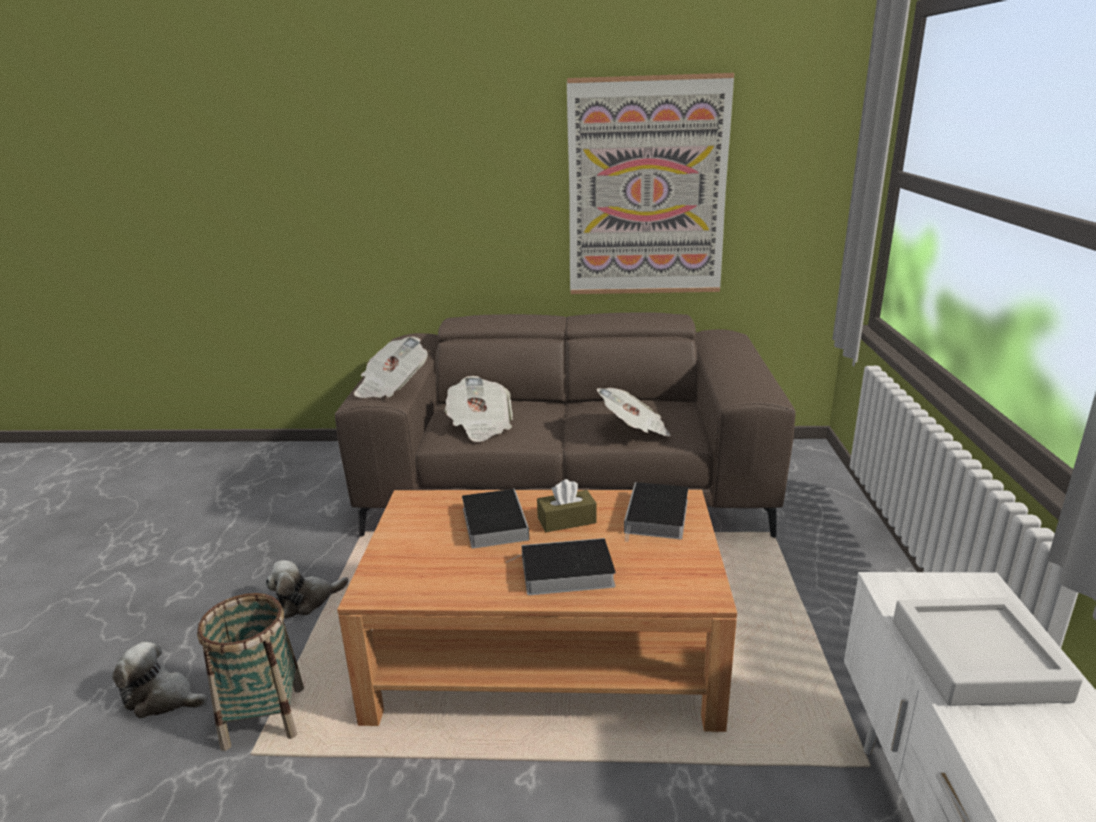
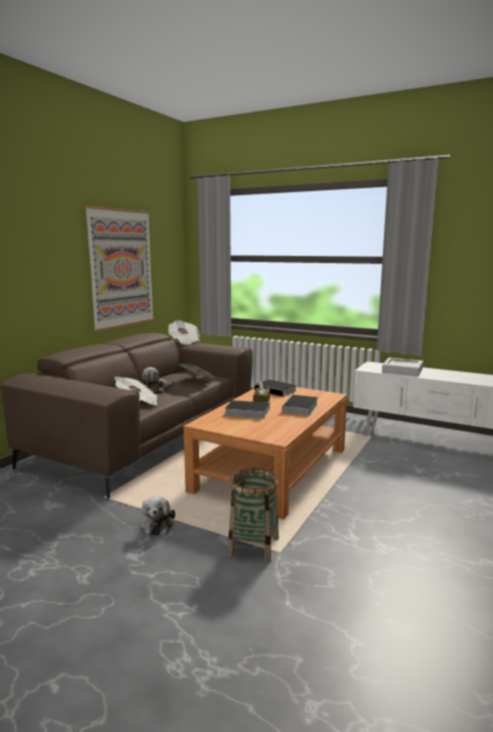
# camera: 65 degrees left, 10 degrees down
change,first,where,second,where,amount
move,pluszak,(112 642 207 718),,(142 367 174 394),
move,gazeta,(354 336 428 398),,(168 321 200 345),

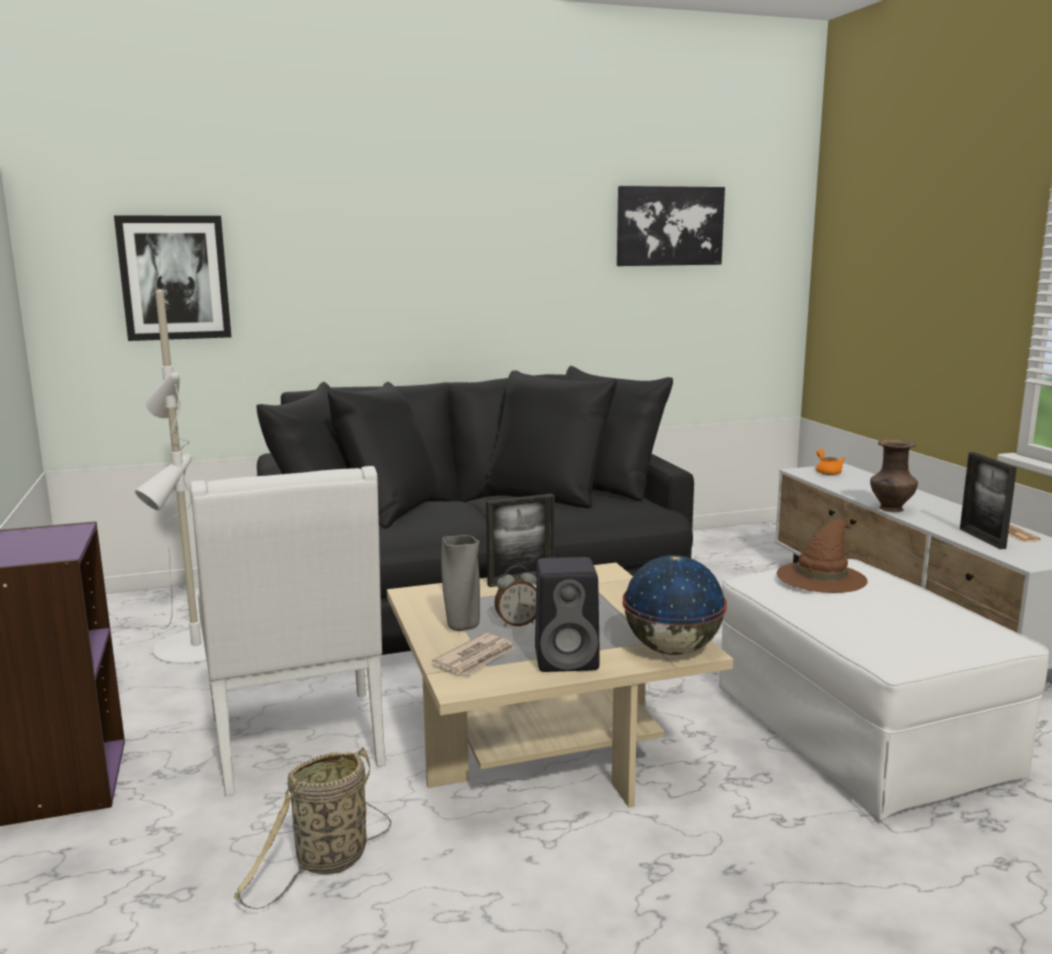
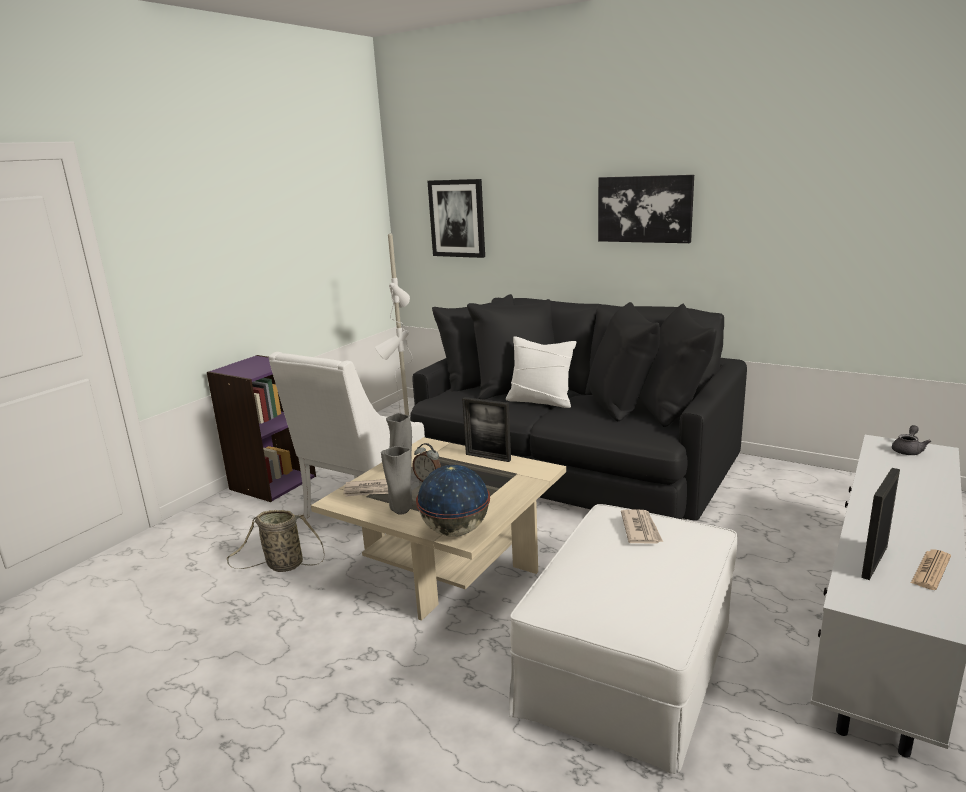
# camera: 50 degrees right, 5 degrees up
change,first,where,second,where,amount
delete,wazon (brązowy),(870 440 918 512),,,
insert,,,poduszka (biały),(506 336 577 408),
move,obraz,(617 186 725 266),,(598 175 694 243),
replace,głośnik (czarny),(535 557 600 672),wazon (szary),(381 446 413 515),
replace,kapelusz (brązowy),(777 519 868 593),gazeta,(621 510 663 544),
recolor,imbryk (pomarańczowy),(816 449 845 475),imbryk (szary),(892 425 931 455),

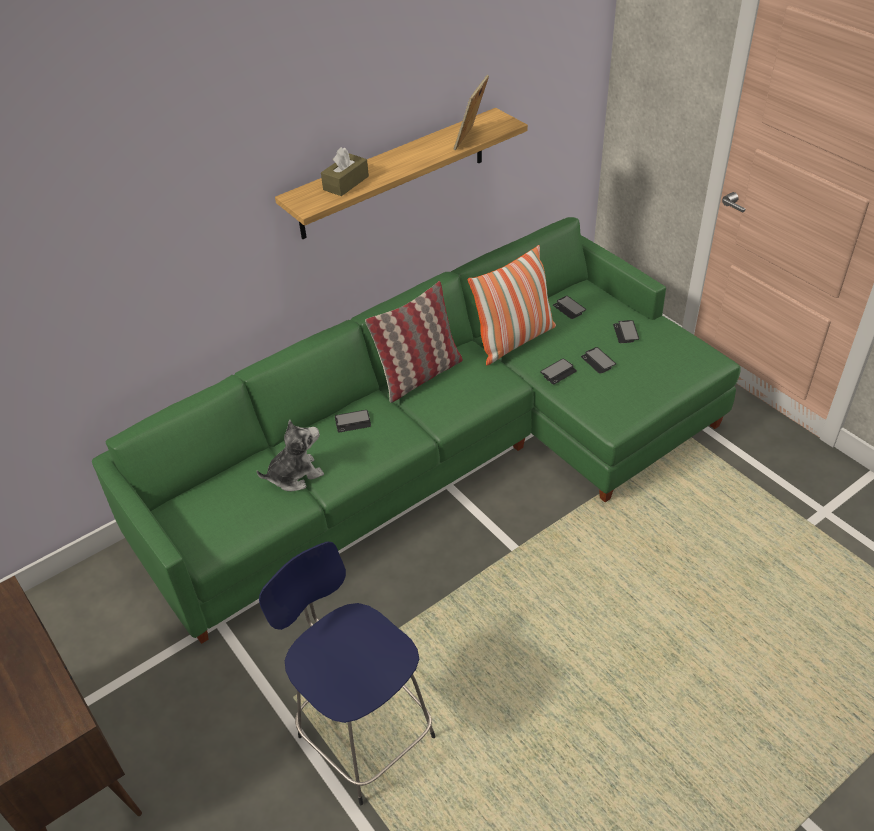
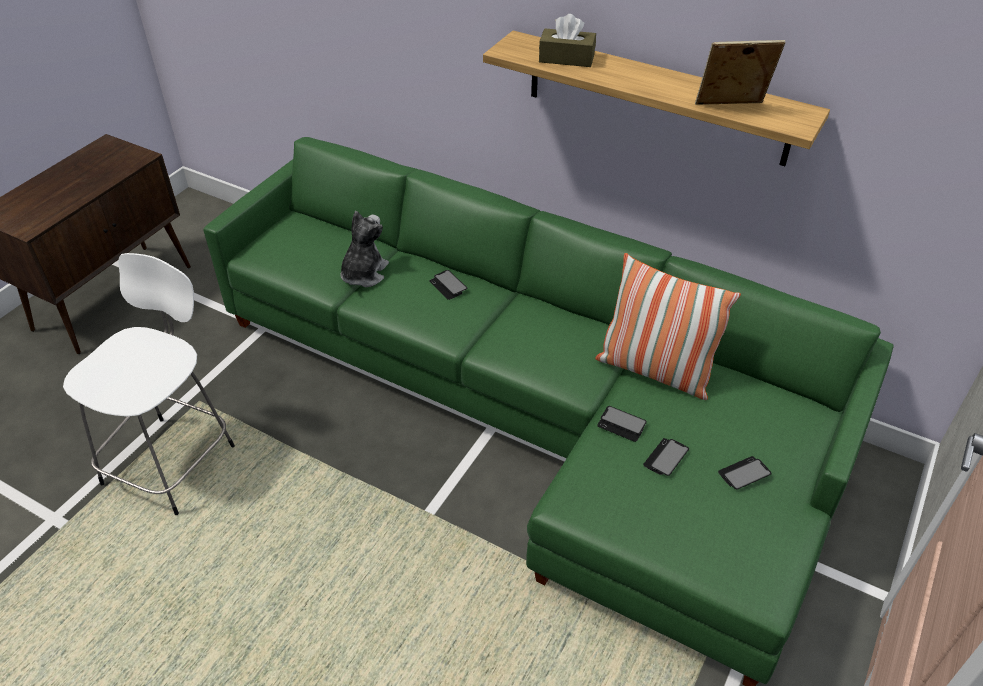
# camera: 65 degrees right, 0 degrees up
change,first,where,second,where,amount
delete,poduszka,(365 281 463 403),,,
delete,telefon,(553 296 586 319),,,
recolor,stołek (niebieski),(259 541 436 805),stołek (biały),(63 253 235 515),
rotate,pluszak,(257 420 324 491),,(340 211 389 287),105 degrees counterclockwise

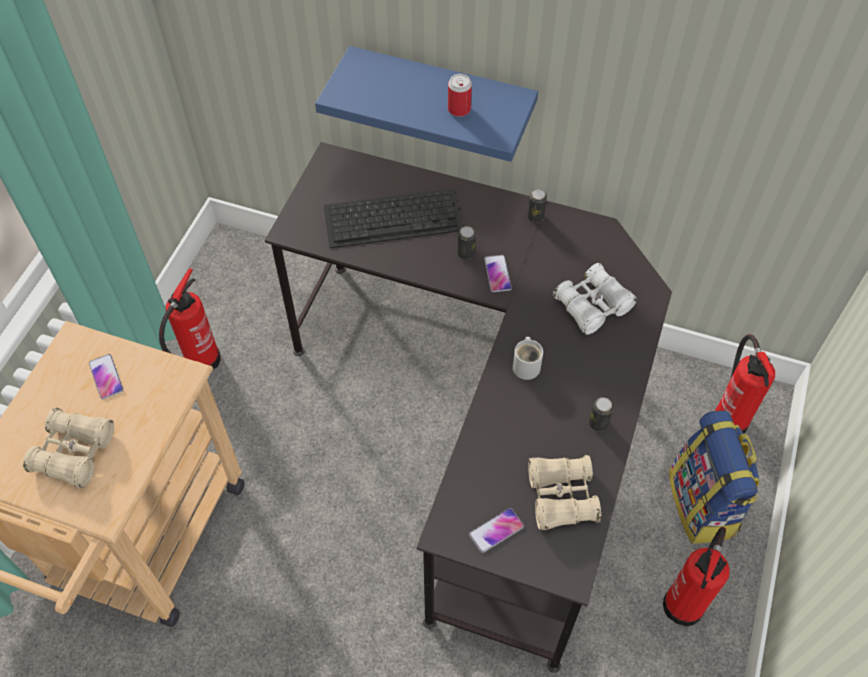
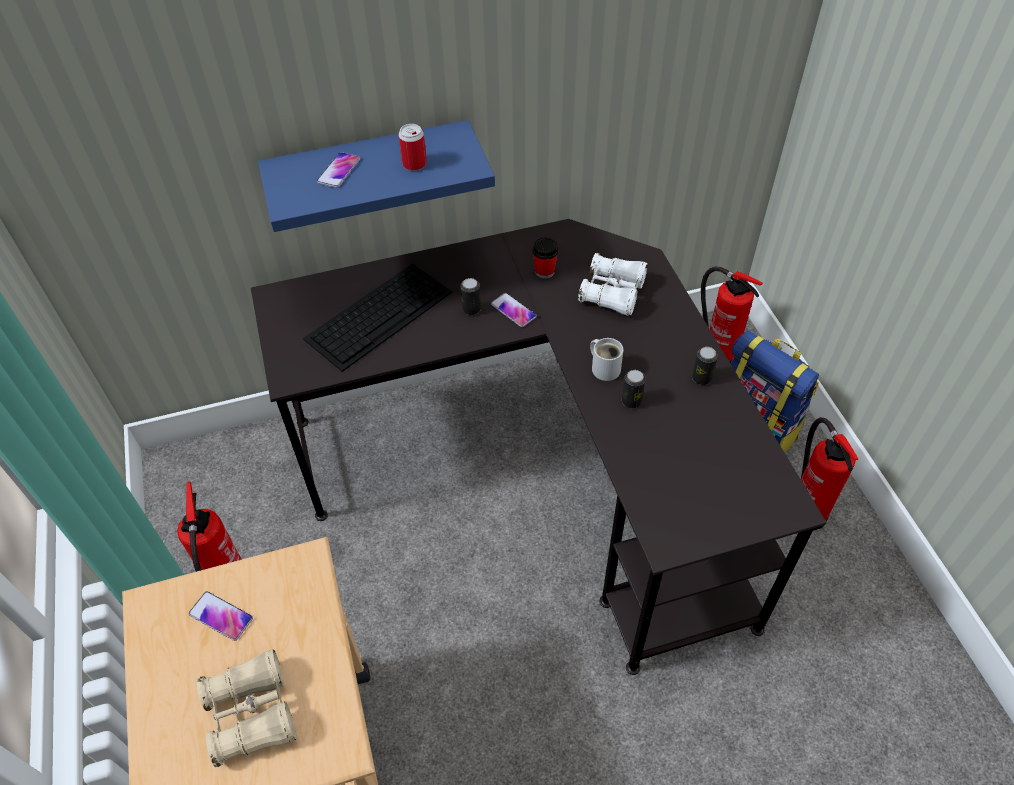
# camera: 35 degrees left, 5 degrees down
change,first,where,second,where,amount
delete,lornetka (beżowy),(528 455 601 530),,,
insert,,,filiżanka,(532 237 558 279),
move,telefon,(469 508 524 553),,(317 152 360 188),
move,puszka,(527 189 547 223),,(622 370 646 408),

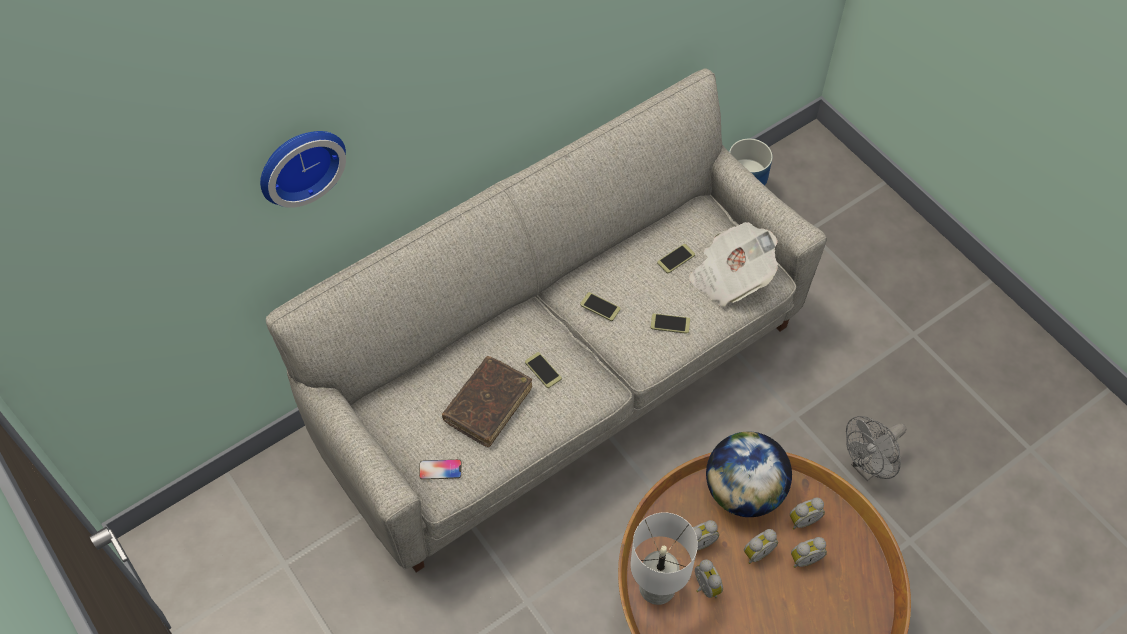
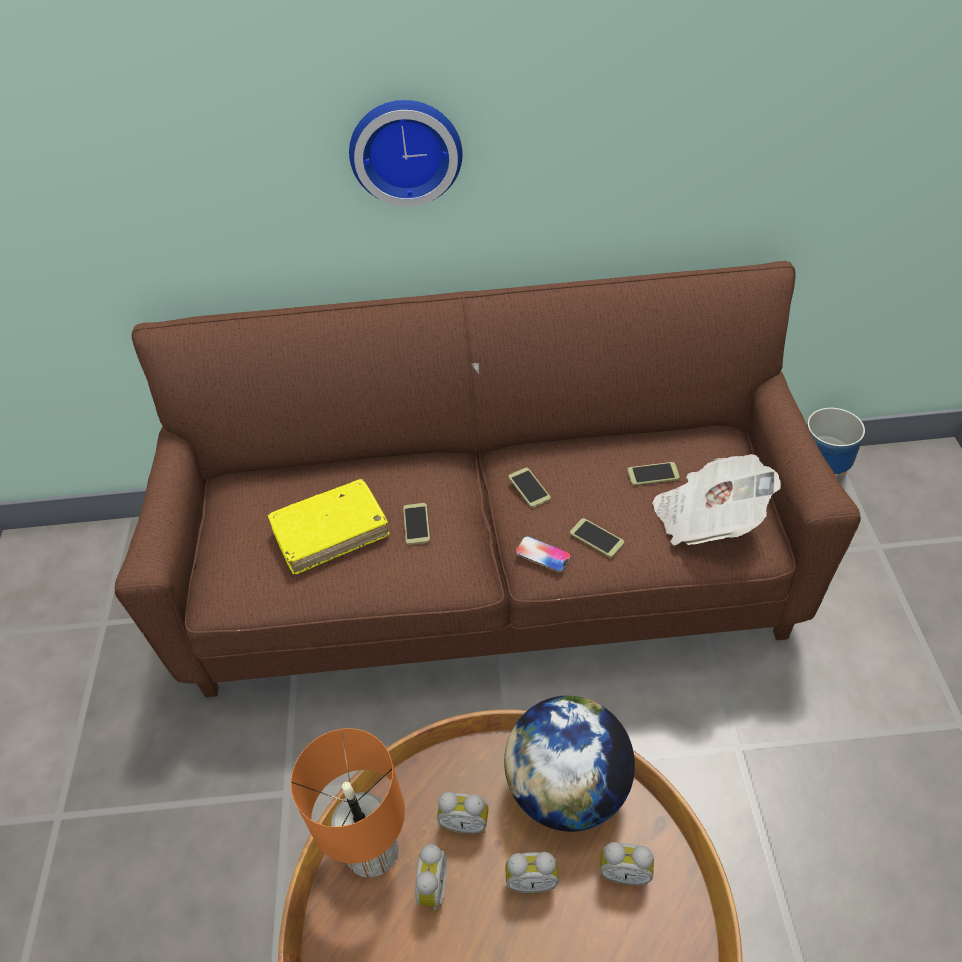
# camera: 35 degrees right, 10 degrees down
change,first,where,second,where,amount
delete,budzik,(791 537 827 568),,,
delete,wentylator (szary),(846 416 906 481),,,
move,zegar ścienny,(260 131 346 208),,(349 100 463 207),
move,telefon,(419 459 462 480),,(515 536 571 572),
recolor,kanapa (szary),(266 69 827 573),kanapa (brązowy),(115 261 861 697),
recolor,książka (brązowy),(442 356 532 447),książka (żółty),(267 479 389 575),
recolor,lampa stołowa (biały),(630 512 698 605),lampa stołowa (pomarańczowy),(291 728 405 878),

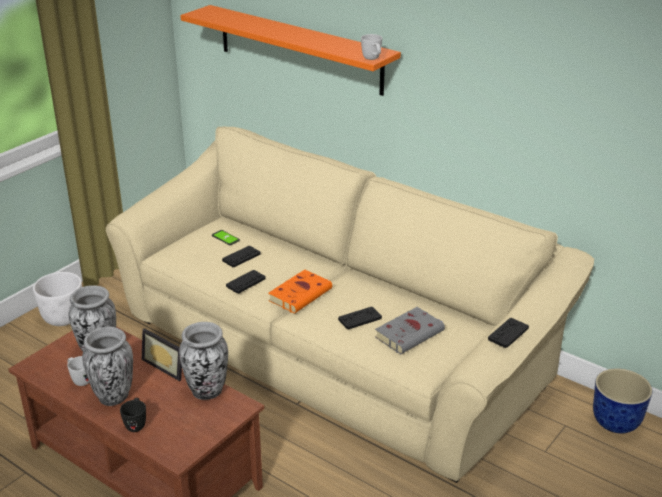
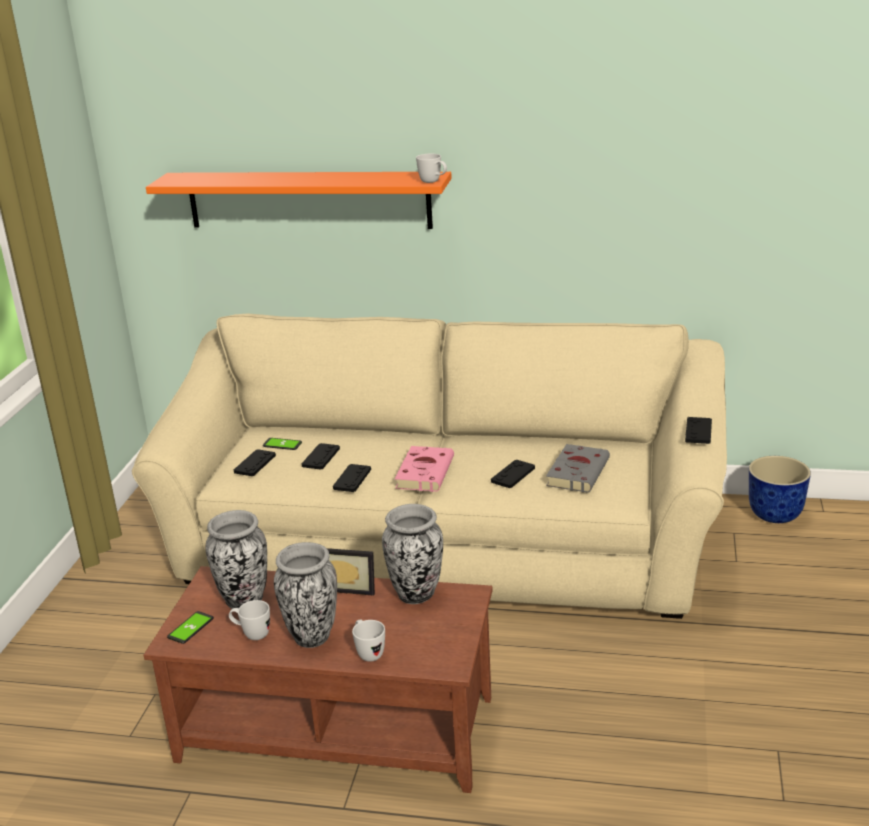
# camera: 25 degrees left, 5 degrees down
change,first,where,second,where,amount
delete,donica (biały),(33 272 82 326),,,
insert,,,telefon,(167 611 214 644),
insert,,,pad do gier (czarny),(234 449 276 476),
recolor,kubek (czarny),(120 398 146 432),kubek (biały),(352 619 385 662),
recolor,książka (pomarańczowy),(268 269 332 313),książka (różowy),(395 446 454 492),

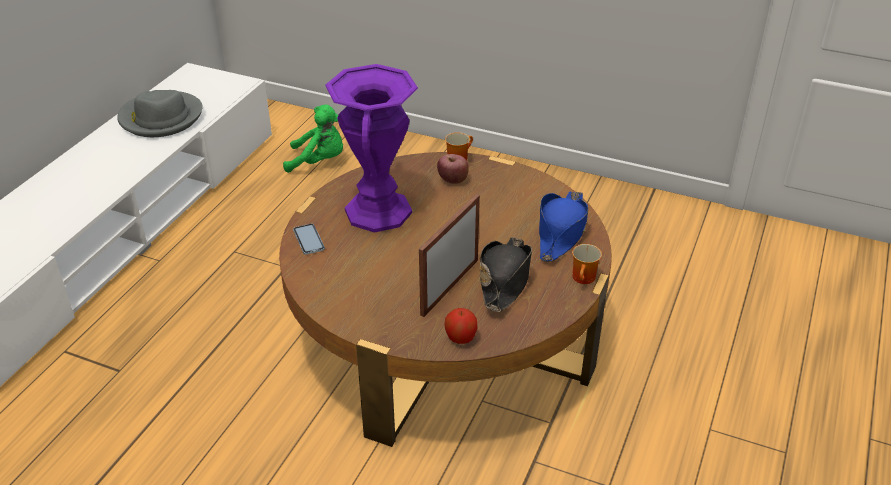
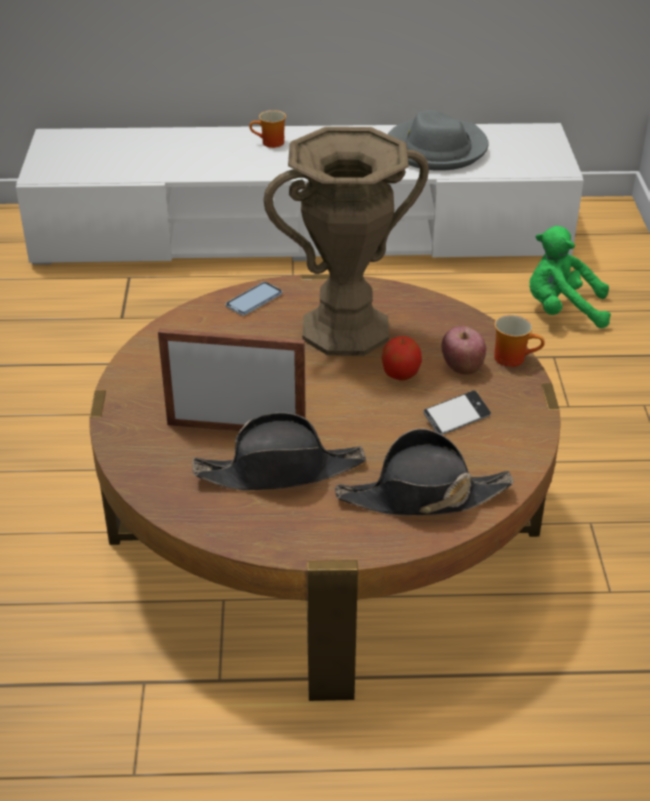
# camera: 65 degrees right, 0 degrees up
change,first,where,second,where,amount
insert,,,telefon,(423 390 491 435),
move,jabłko,(444 308 477 344),,(382 336 422 381),
move,kubek,(572 244 602 284),,(249 110 286 148),
recolor,wazon (fioletowy),(325 64 418 233),wazon (brązowy),(263 127 429 356),
recolor,kapelusz (niebieski),(539 191 588 262),kapelusz (czarny),(335 429 514 515),
rotate,pluszak (zielony),(283 105 343 173),,(529 226 611 328),120 degrees clockwise

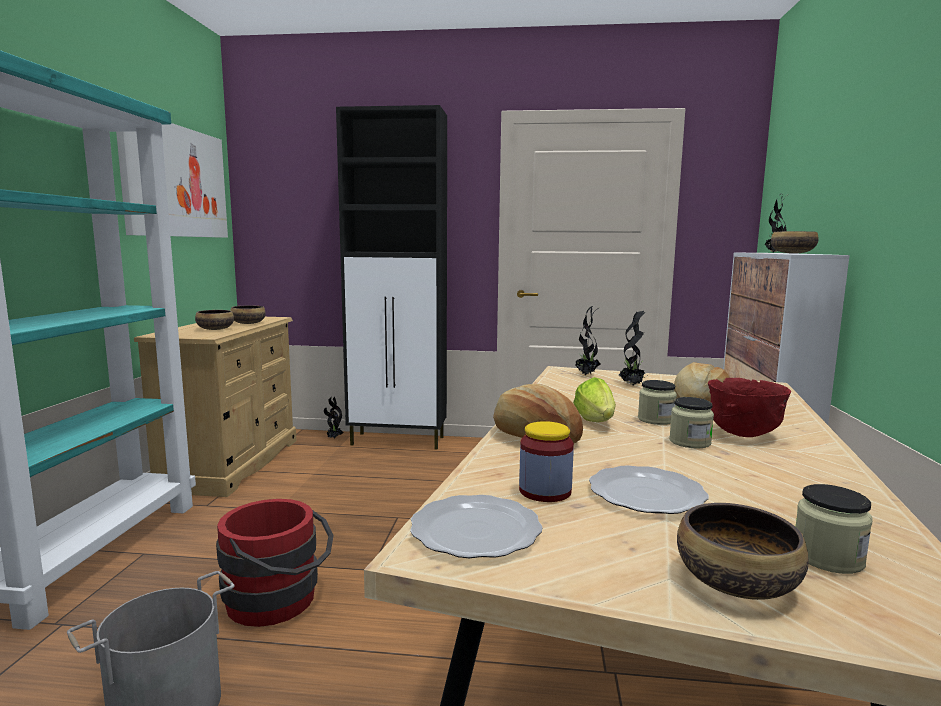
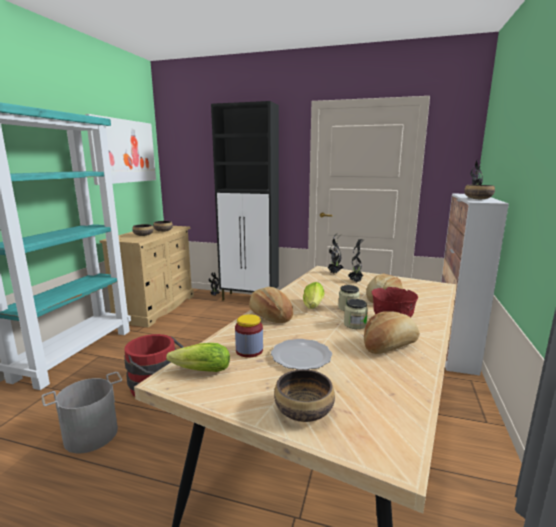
# camera: 10 degrees right, 5 degrees up
change,first,where,second,where,amount
delete,słoik,(796 484 872 574),,,
insert,,,chleb,(364 311 420 354),
replace,talerz,(410 495 543 558),sałata,(166 343 230 372),

